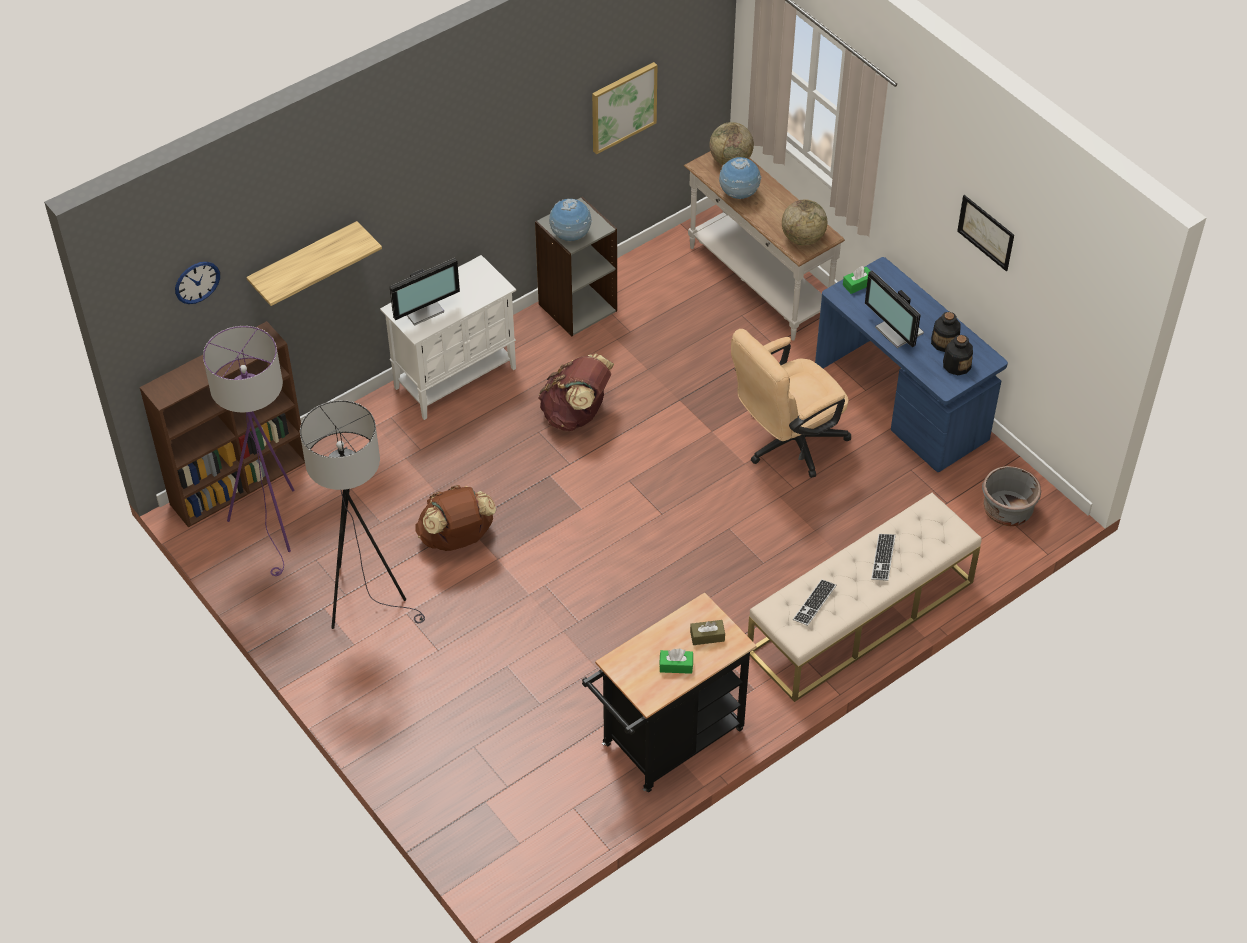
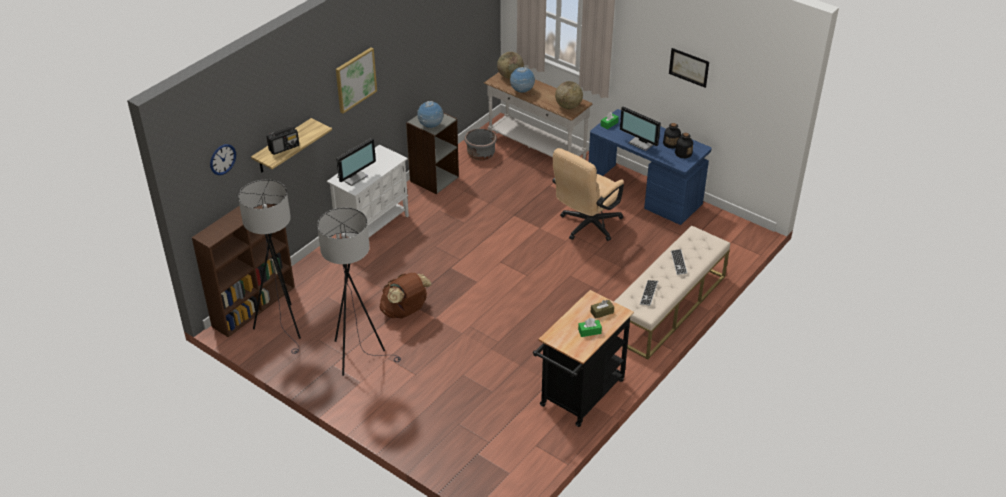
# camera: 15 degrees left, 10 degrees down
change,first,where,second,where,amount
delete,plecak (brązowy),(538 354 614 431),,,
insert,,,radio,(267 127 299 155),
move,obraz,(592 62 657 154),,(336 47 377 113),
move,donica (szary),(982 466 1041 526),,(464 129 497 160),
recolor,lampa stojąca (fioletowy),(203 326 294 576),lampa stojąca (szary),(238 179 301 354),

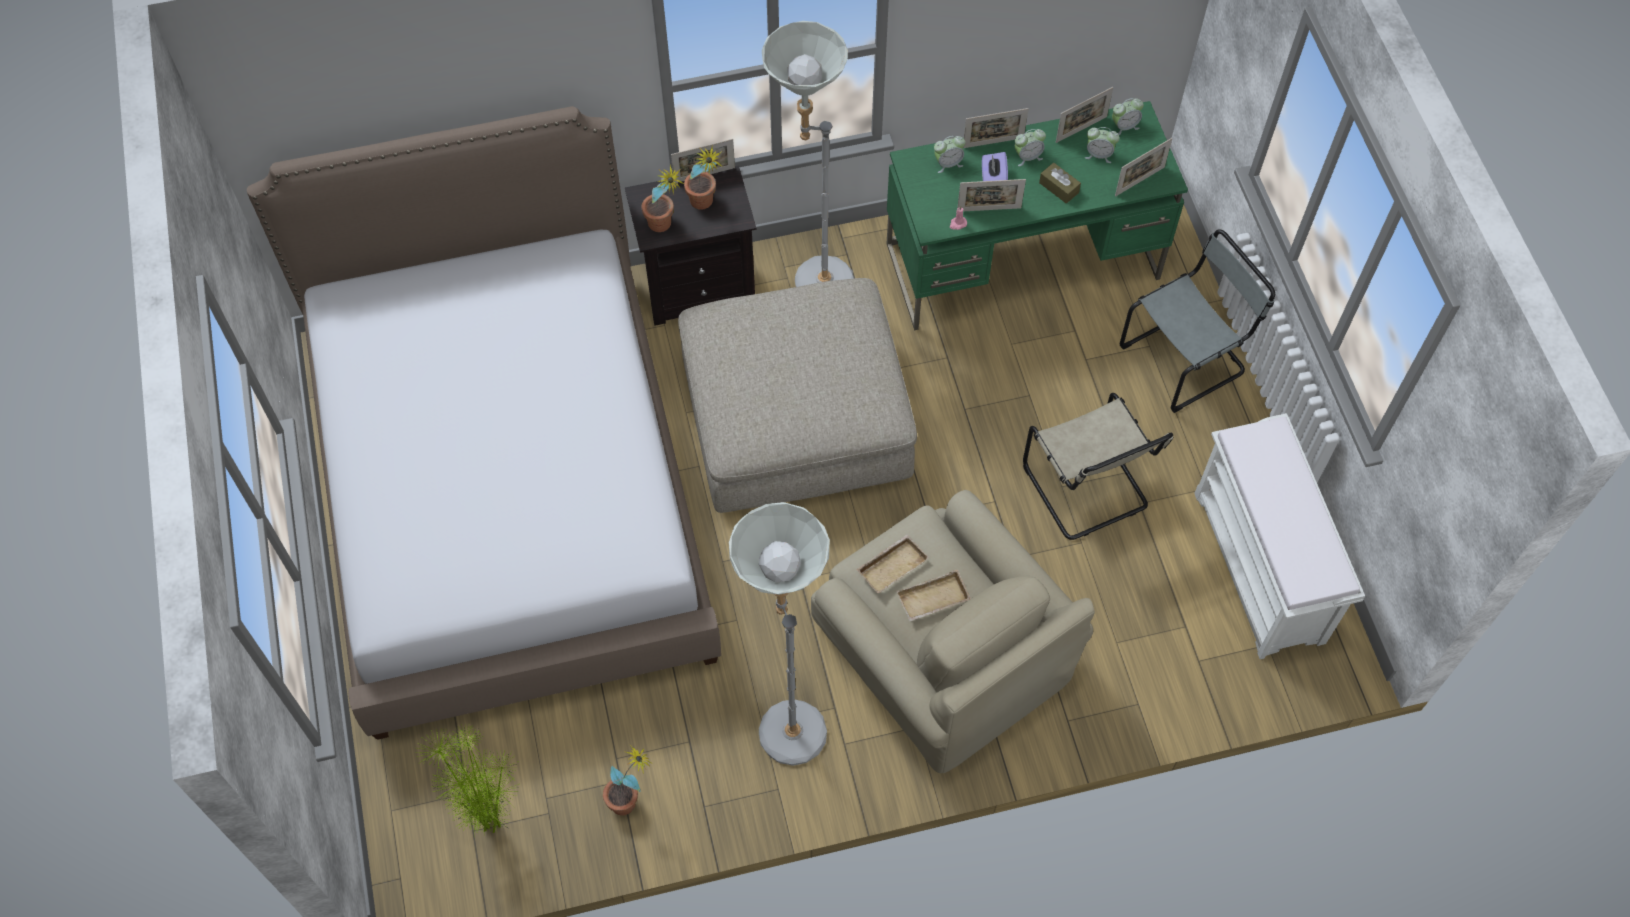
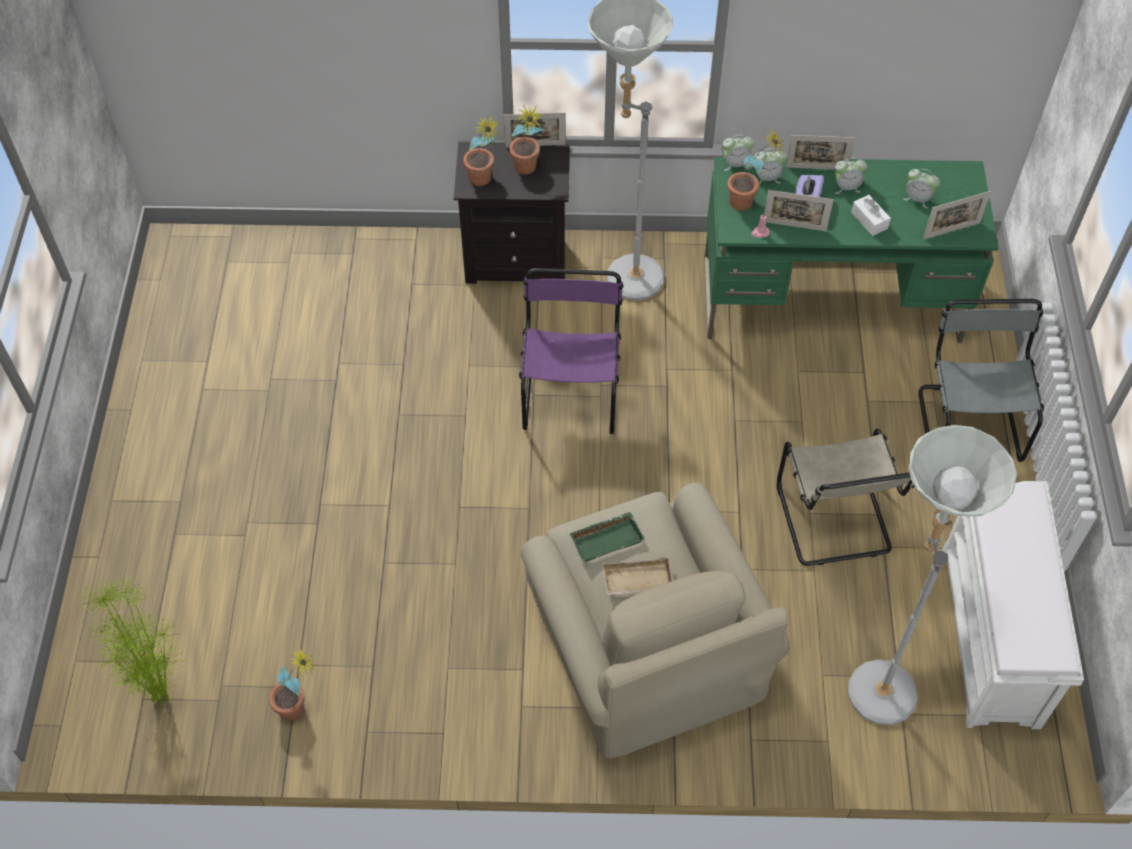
# camera: 15 degrees right, 5 degrees down
change,first,where,second,where,amount
delete,łóżko,(247 106 721 740),,,
delete,ramka na zdjęcie,(1056 87 1113 143),,,
insert,,,roślina doniczkowa,(727 130 784 211),
move,lampa stojąca (szary),(729 502 830 766),,(848 425 1017 725),
move,budzik,(1112 98 1144 135),,(723 135 754 171),
replace,pufa (beżowy),(678 278 917 513),krzesło (fioletowy),(519 268 624 434),
recolor,taca (beżowy),(856 534 929 593),taca (zielony),(570 512 644 562),
recolor,pudełko chusteczek (brązowy),(1039 163 1081 204),pudełko chusteczek (biały),(851 195 891 236),
rotate,krzesło (szary),(1120 229 1275 413),,(918 299 1044 462),75 degrees counterclockwise

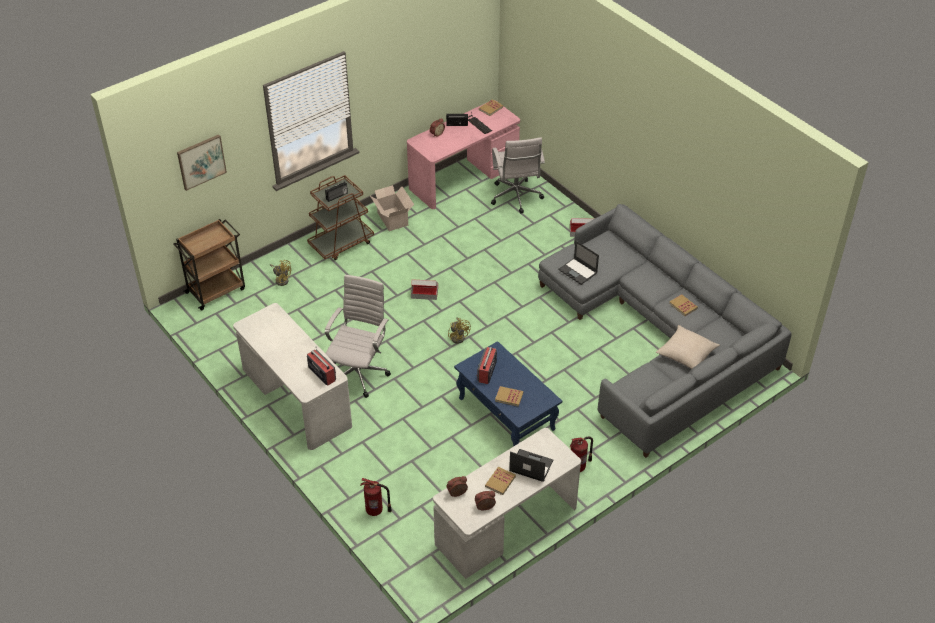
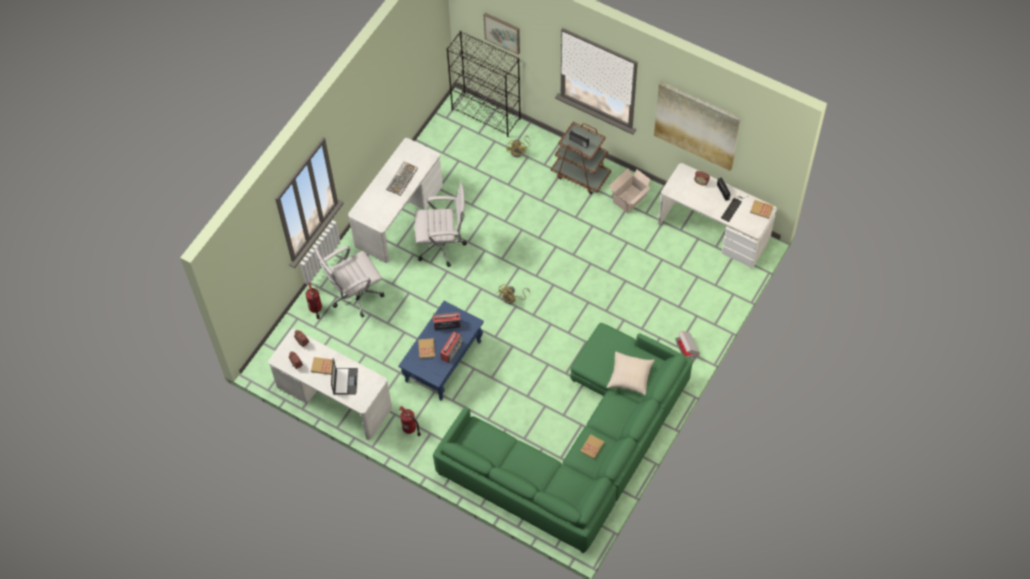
# camera: 70 degrees right, 15 degrees up
change,first,where,second,where,amount
delete,karton,(411 279 438 300),,,
delete,laptop,(558 241 599 285),,,
insert,,,klawiatura,(386 161 418 196),
insert,,,obraz,(654 82 741 171),
move,radio,(307 347 336 386),,(440 332 463 363),
move,krzesło biurowe (biały),(491 137 545 214),,(315 246 385 317),
move,poduszka (beżowy),(656 325 720 369),,(606 351 655 395),
replace,wózek (brązowy),(173 219 245 310),regał (czarny),(447 31 521 137),
recolor,biurko (różowy),(407 100 520 209),biurko (biały),(658 163 777 268),
recolor,kanapa (szary),(538 204 792 458),kanapa (zielony),(433 323 693 554),

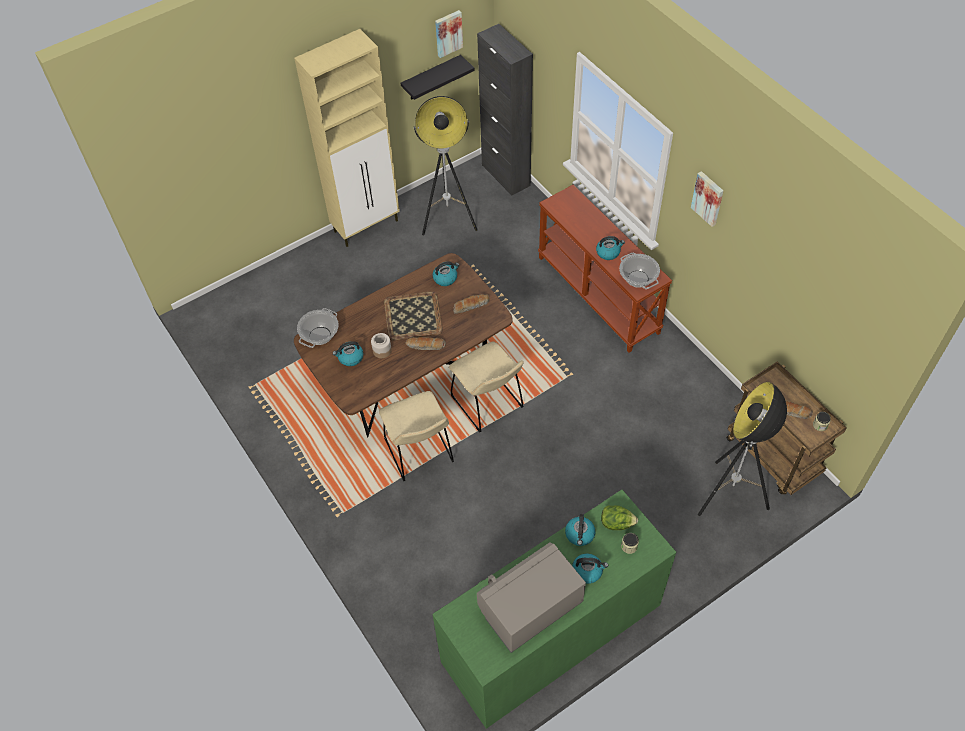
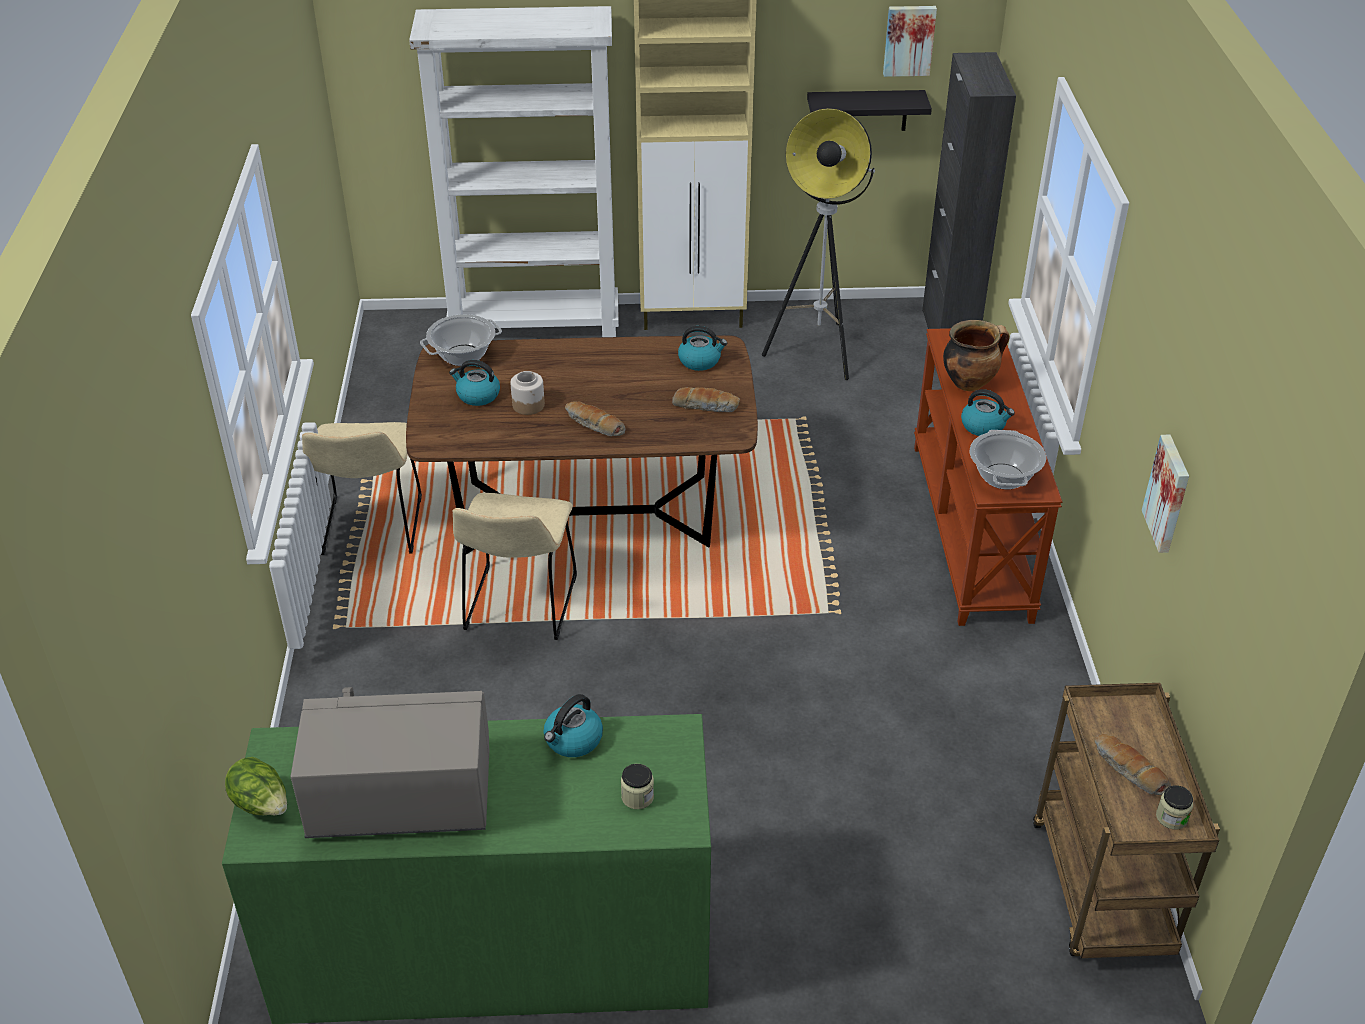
# camera: 30 degrees right, 15 degrees down
change,first,where,second,where,amount
delete,taca,(384 291 443 341),,,
delete,czajnik,(572 553 608 584),,,
delete,lampa stojąca,(698 382 787 516),,,
insert,,,regał (biały),(409 6 619 337),
insert,,,garnek,(943 320 1010 391),
move,krzesło (beżowy),(449 341 524 433),,(302 422 422 555),
move,sałata,(601 505 638 530),,(225 757 287 815),
move,obraz,(691 171 723 227),,(1142 435 1189 553),

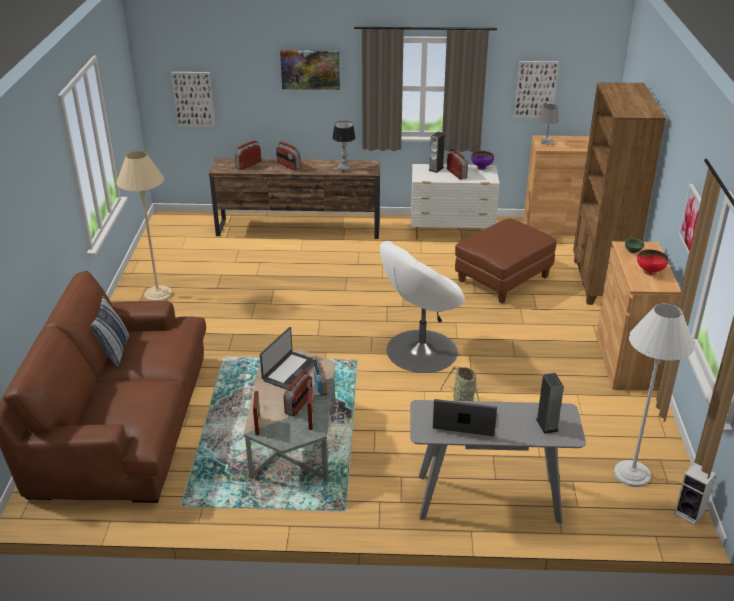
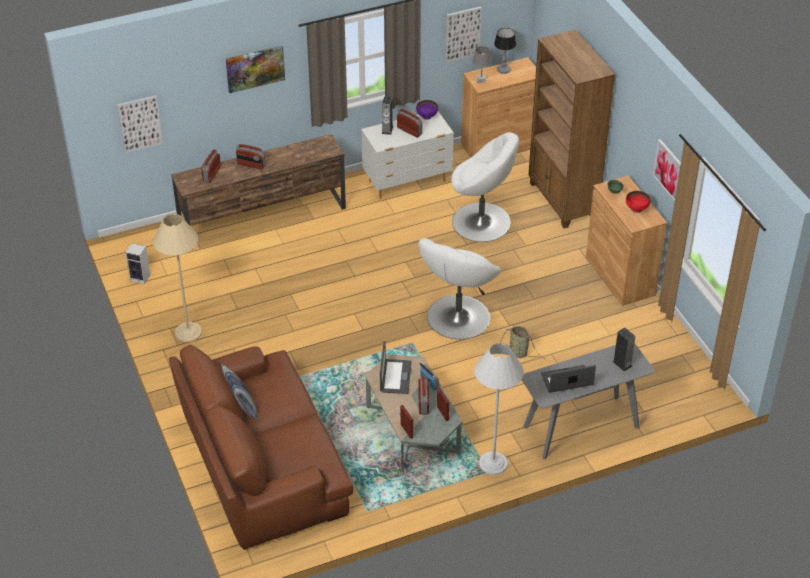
# camera: 25 degrees left, 10 degrees up
change,first,where,second,where,amount
move,lampa stołowa,(332 121 356 171),,(494 28 516 74),
move,lampa stojąca (biały),(614 303 694 487),,(474 343 524 475),
move,głośnik,(674 463 716 525),,(125 243 150 284),
replace,pufa (brązowy),(455 218 557 303),fotel (biały),(451 132 519 242),

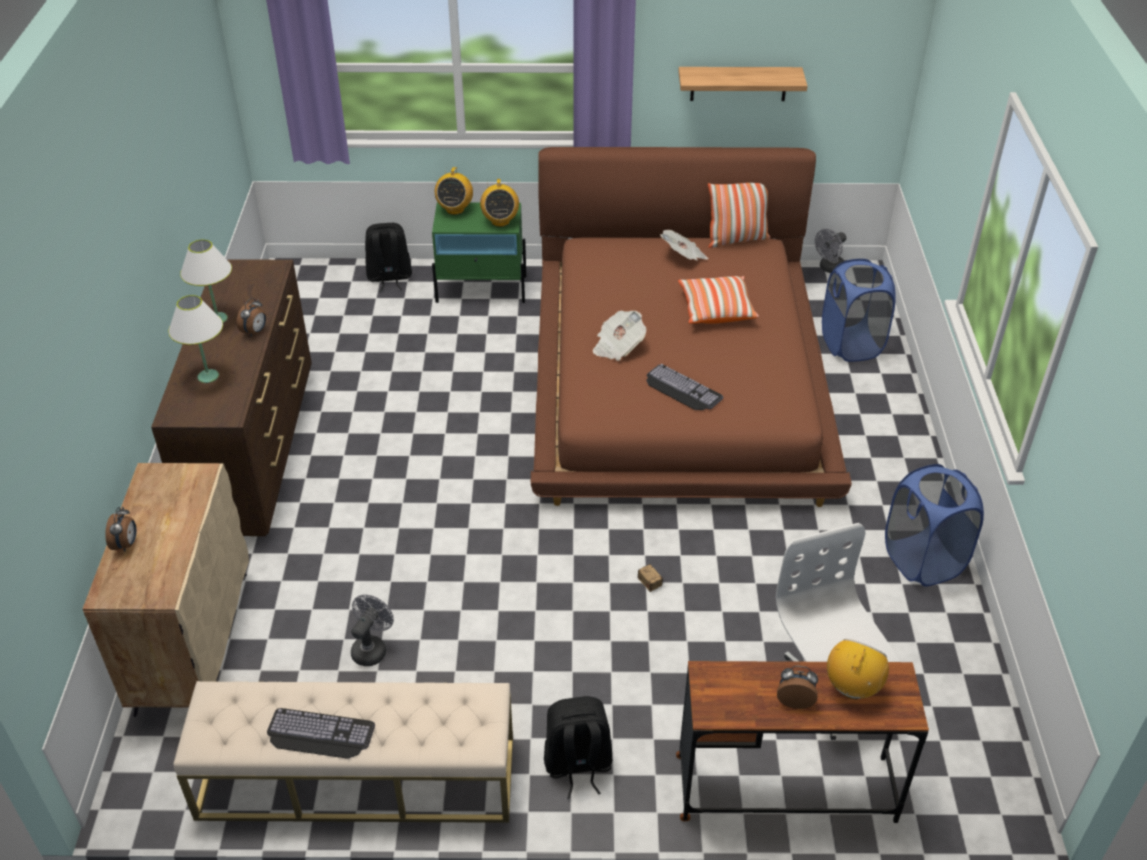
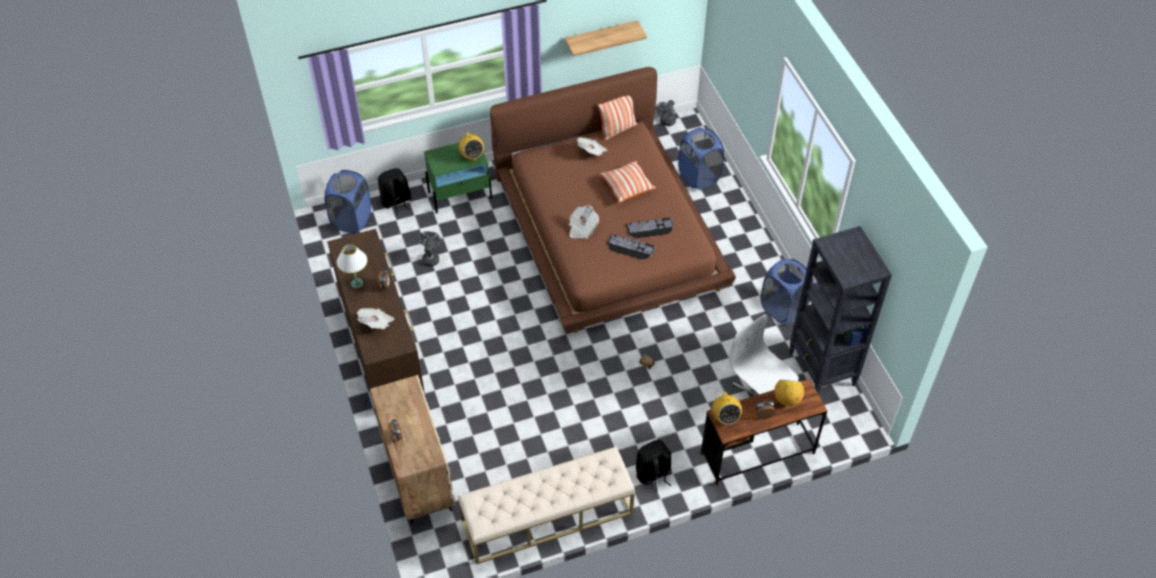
# camera: 20 degrees left, 10 degrees up
change,first,where,second,where,amount
insert,,,kosz na pranie (niebieski),(325 170 371 233),
insert,,,regał (czarny),(789 226 892 394),
move,klawiatura,(267 708 375 759),,(626 218 674 238),
move,wentylator (szary),(351 595 394 666),,(418 231 441 267),
move,radio,(435 167 473 215),,(712 392 742 425),
replace,lampa stołowa (biały),(168 295 223 383),gazeta,(357 308 394 329),

